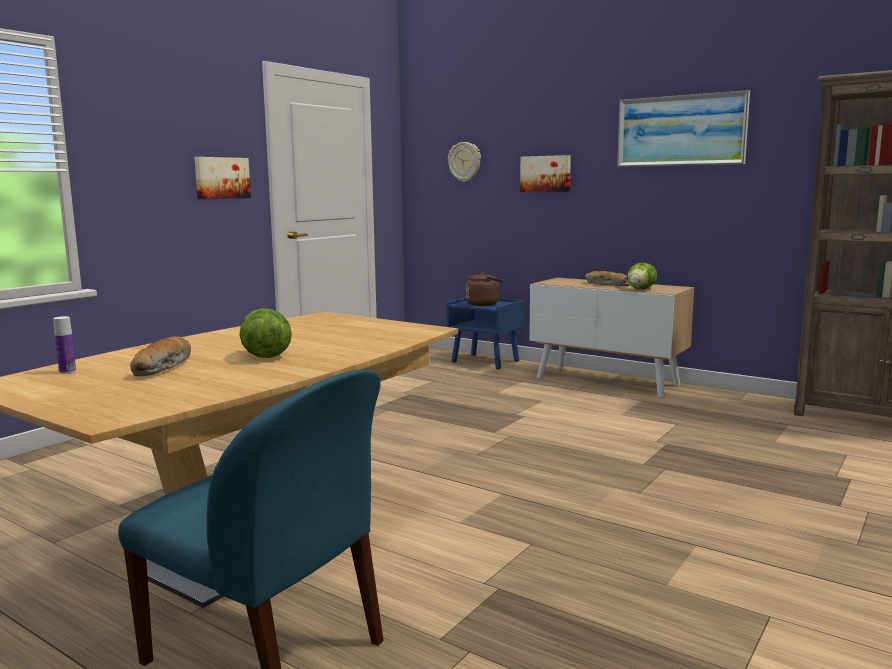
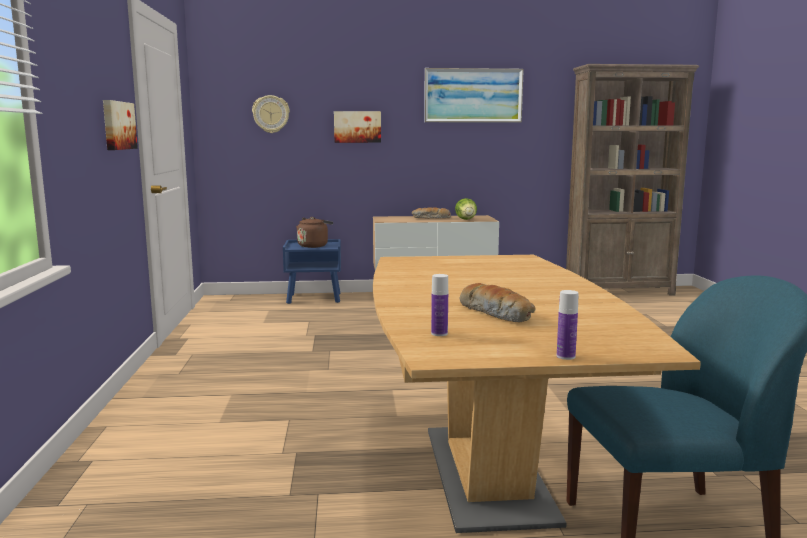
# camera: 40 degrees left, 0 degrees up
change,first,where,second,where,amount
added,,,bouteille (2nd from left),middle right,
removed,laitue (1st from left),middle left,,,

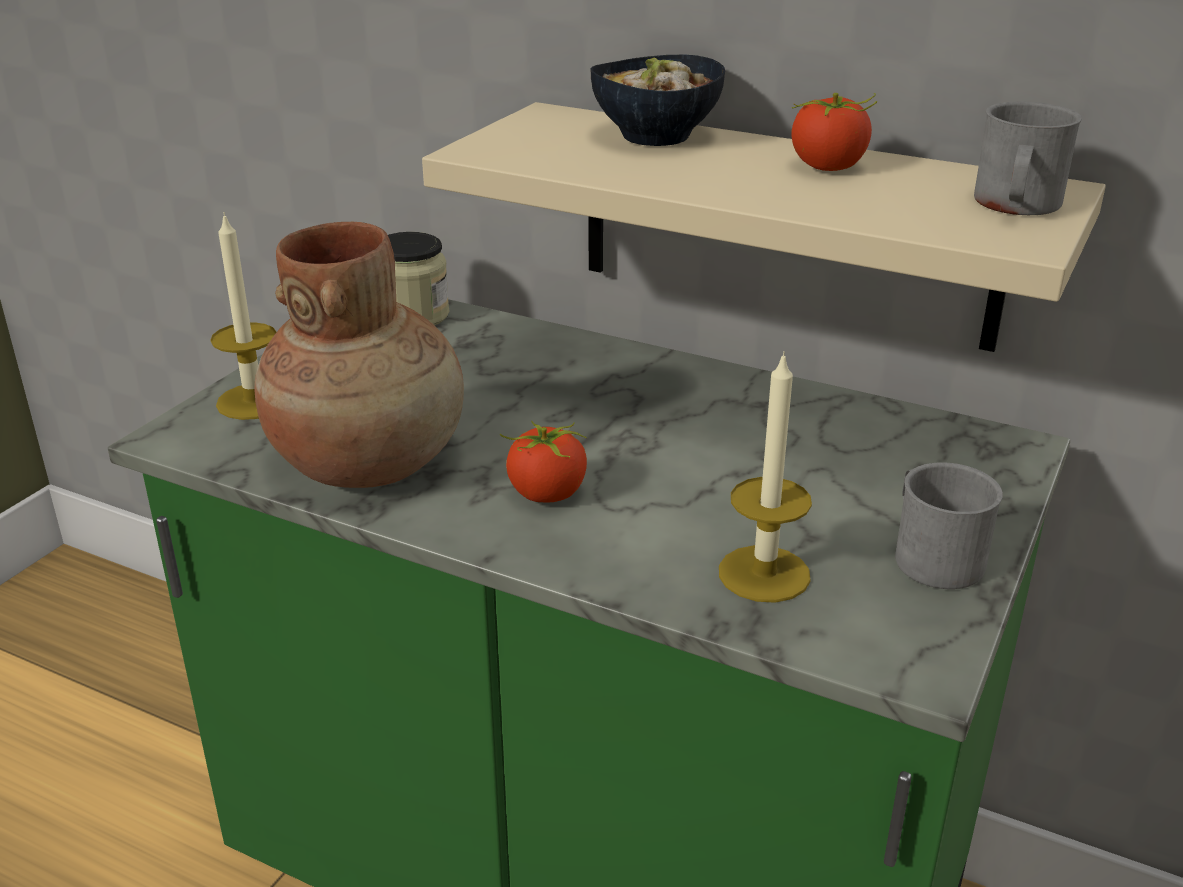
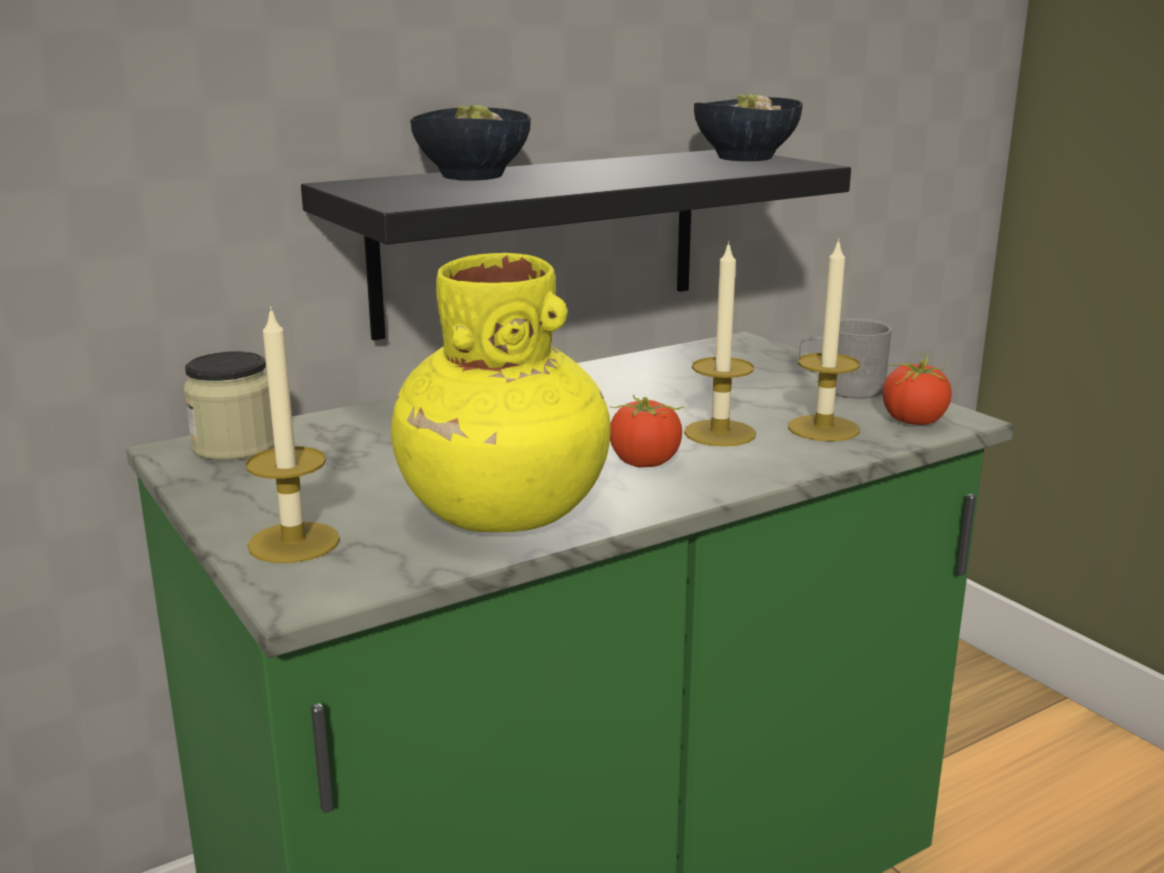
# camera: 60 degrees left, 10 degrees down
change,first,where,second,where,amount
recoloured,étagère/beige,top centre,étagère/noir,top centre,
recoloured,vase/marron,middle left,vase/jaune,centre,
added,,,bougie (2nd from left),centre,
replaced,mug/gris (2nd from left),top right,bol (2nd from left),top centre,
moved,tomate (2nd from left),top right,,middle right,

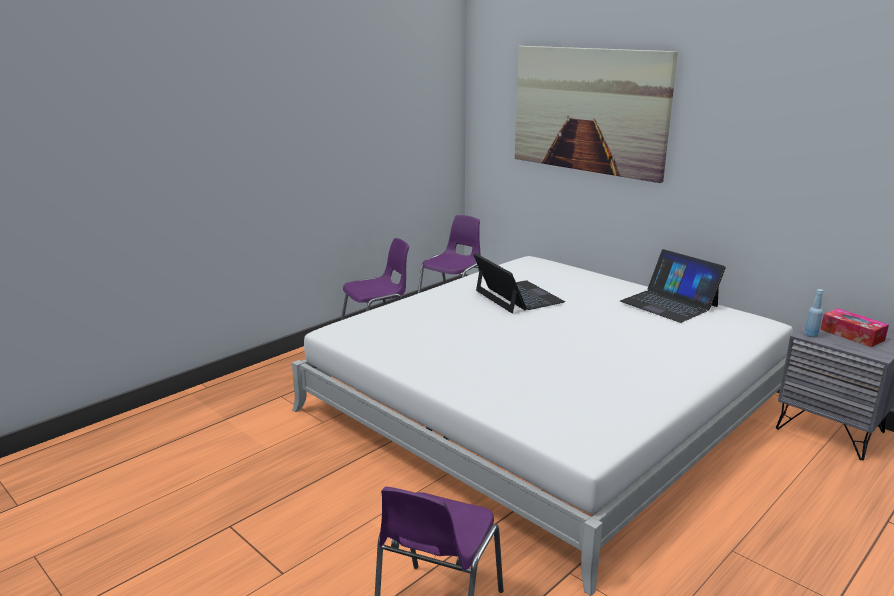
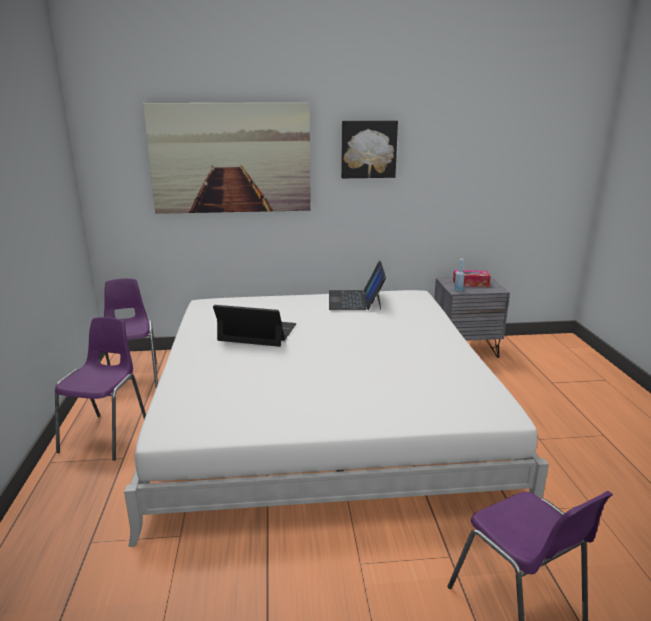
# camera: 50 degrees left, 0 degrees up
change,first,where,second,where,amount
turned,ordinateur portable (2nd from left),middle right,,centre,90 degrees clockwise
added,,,tableau (2nd from left),top centre,

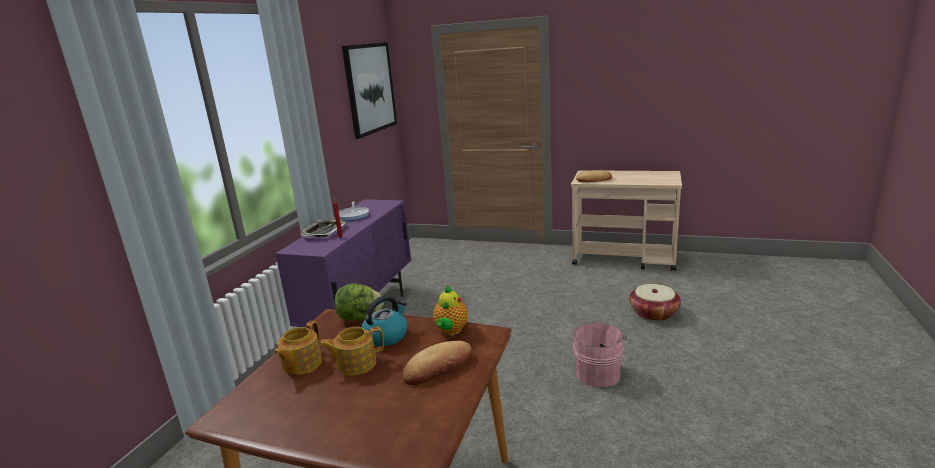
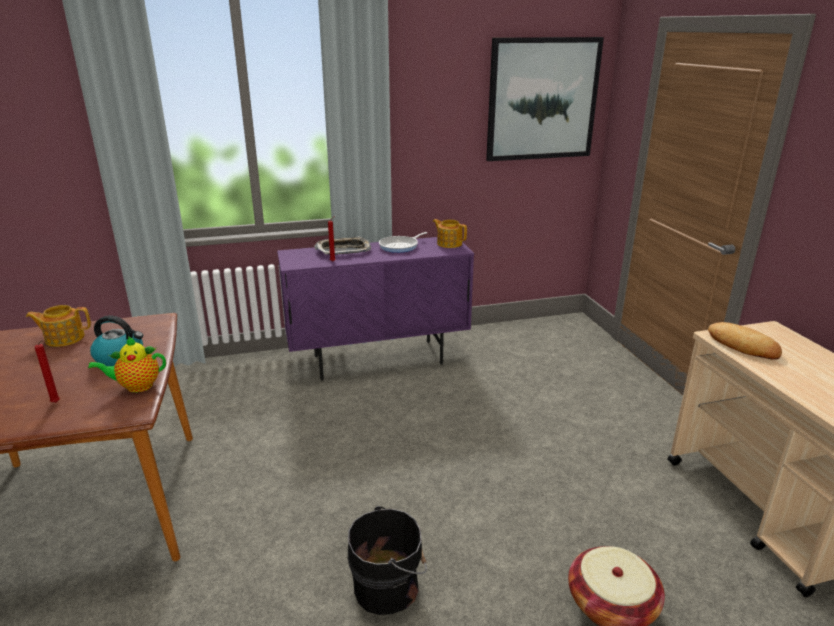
# camera: 55 degrees right, 5 degrees up
change,first,where,second,where,amount
replaced,pain (1st from left),bottom centre,bougie/rouge (1st from left),middle left,
recoloured,seau/rose,bottom centre,seau/noir,bottom centre,
moved,théière (2nd from left in the first image),bottom centre,théière (3rd from left),centre,
removed,laitue,centre,,,

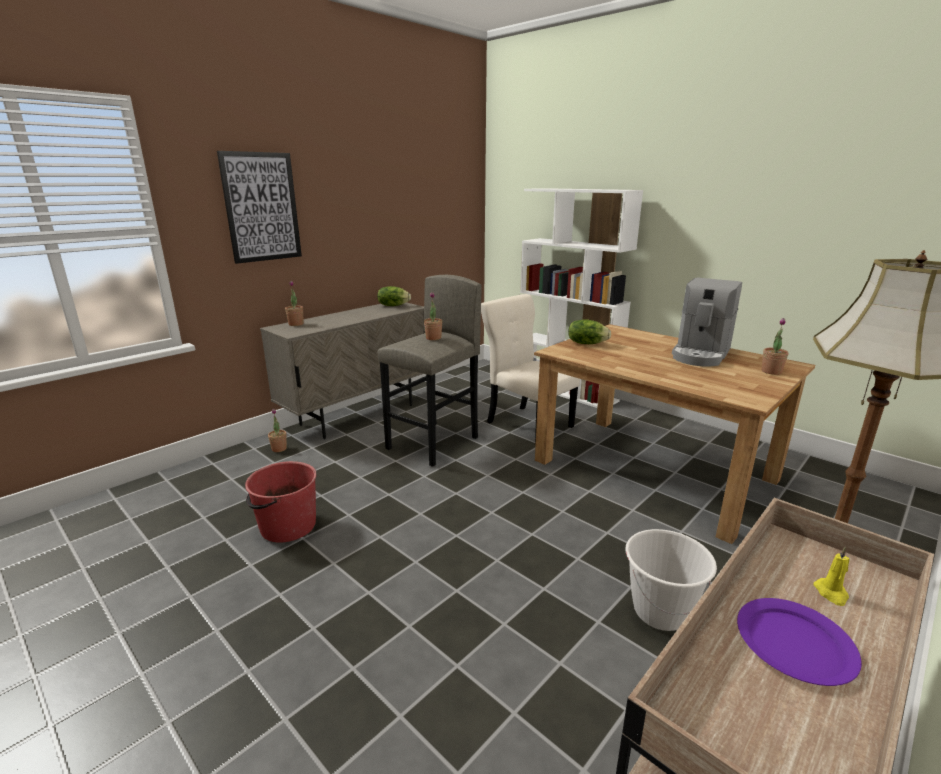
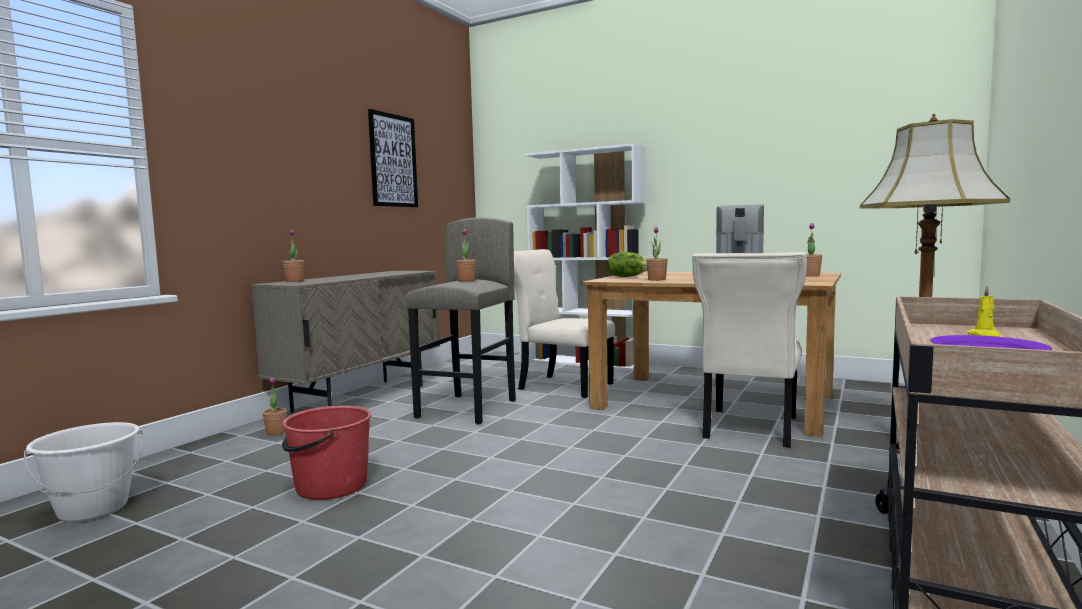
# camera: 15 degrees left, 15 degrees down
change,first,where,second,where,amount
moved,seau/blanc,bottom right,,bottom left,
moved,tableau,top left,,top centre,
added,,,plante en pot (4th from left),centre,
added,,,chaise/beige (2nd from left),middle right,
removed,laitue (1st from left),centre,,,

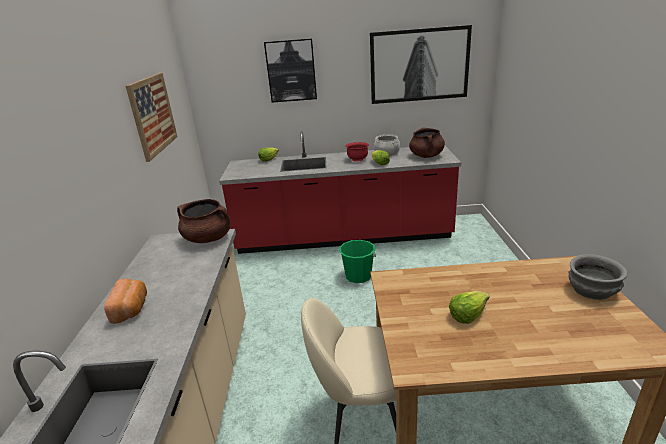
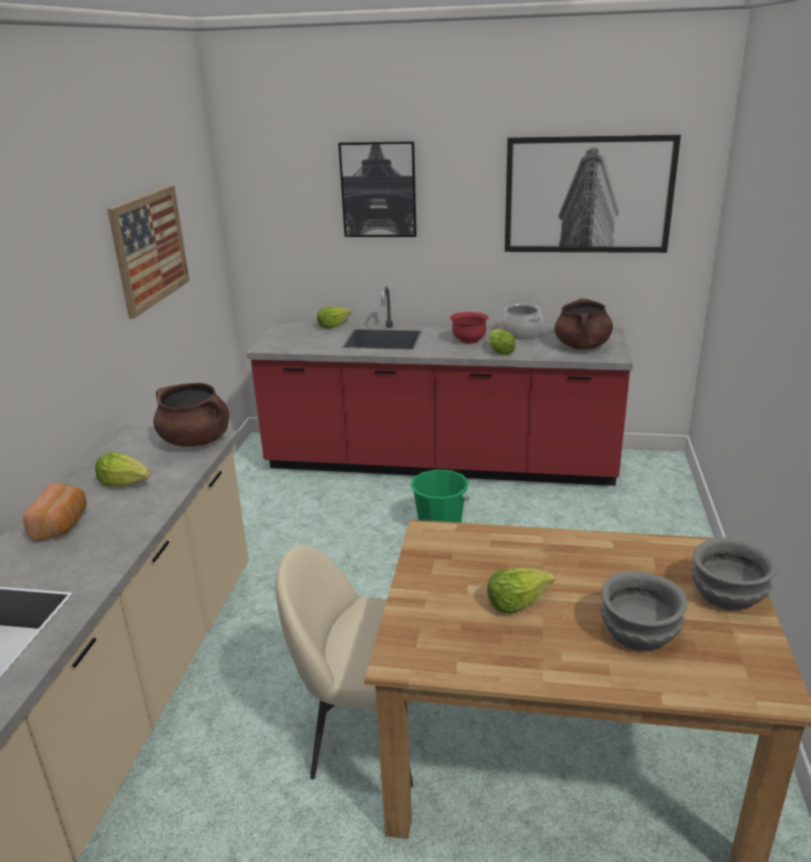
# camera: 10 degrees right, 0 degrees up
change,first,where,second,where,amount
added,,,laitue (1st from left),middle left,
added,,,bol/gris (1st from left),bottom right,

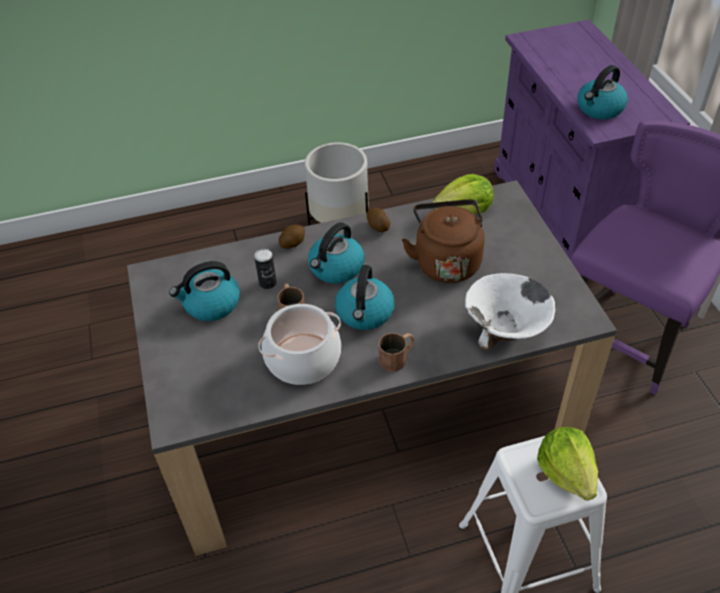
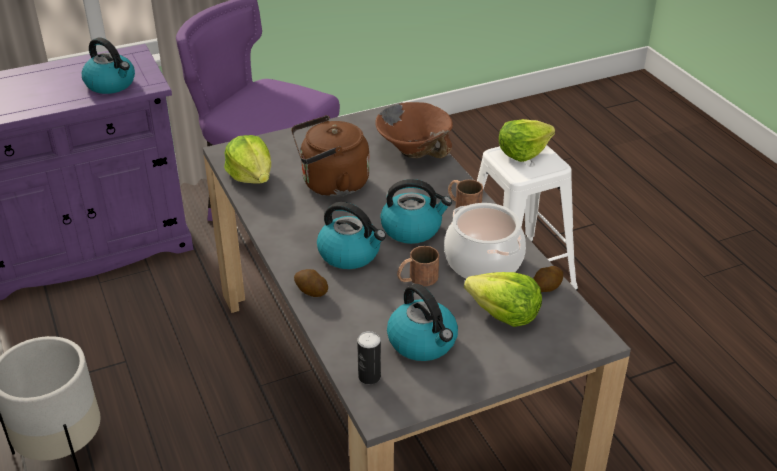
# camera: 100 degrees left, 10 degrees down
change,first,where,second,where,amount
moved,boîte métallique,centre,,bottom centre,
recoloured,bol/blanc,middle right,bol/marron,top centre,
added,,,laitue (2nd from left),centre,
moved,pomme de terre (2nd from left),centre,,middle right,

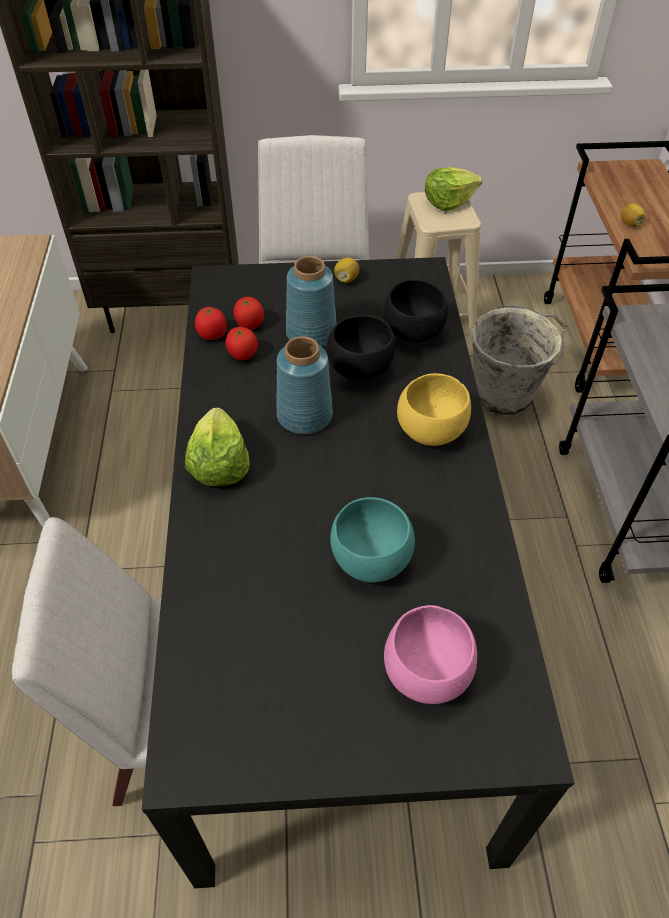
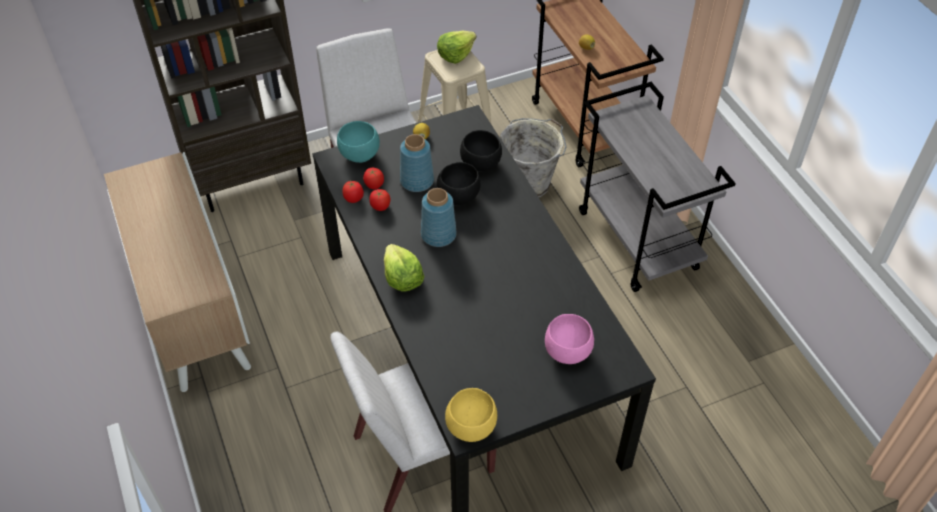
# camera: 20 degrees left, 0 degrees up
change,first,where,second,where,amount
moved,bol/turquoise,centre,,top centre,
moved,bol/jaune,centre,,bottom centre,

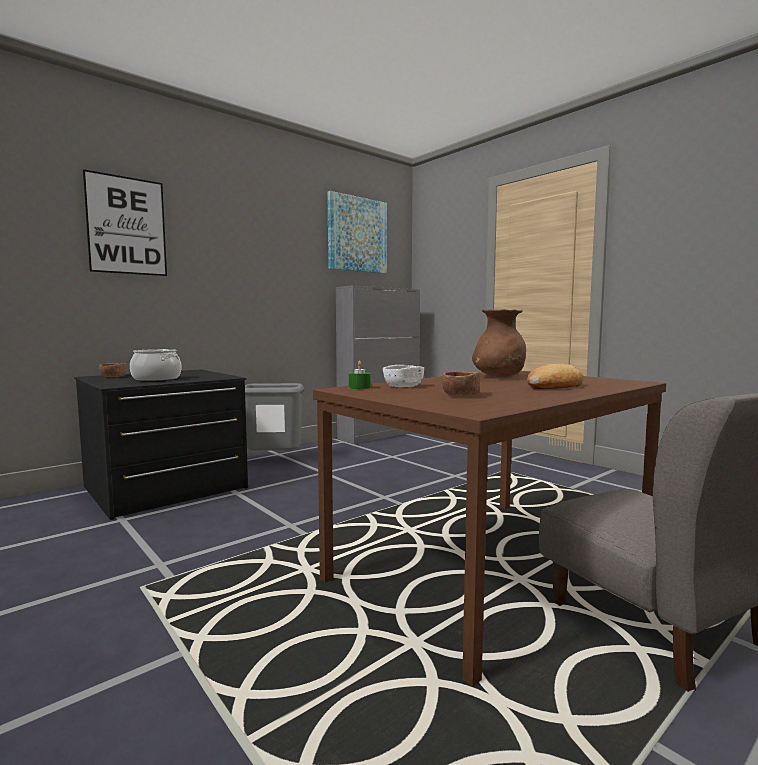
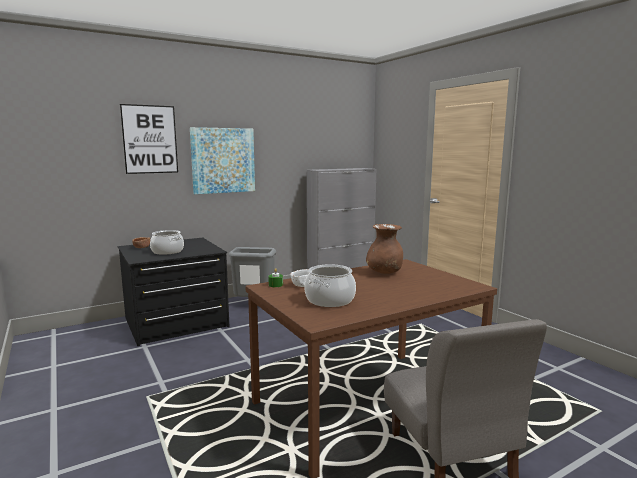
# camera: 10 degrees right, 5 degrees up
change,first,where,second,where,amount
moved,tableau (2nd from left),top centre,,centre,
replaced,bol/marron (2nd from left),centre,marmite (2nd from left),centre,
removed,pain,middle right,,,

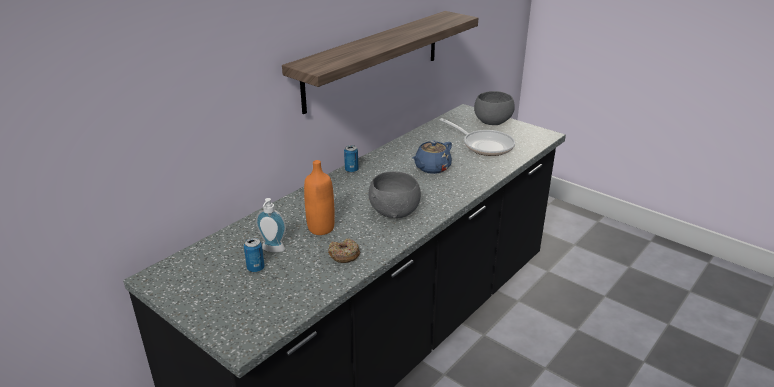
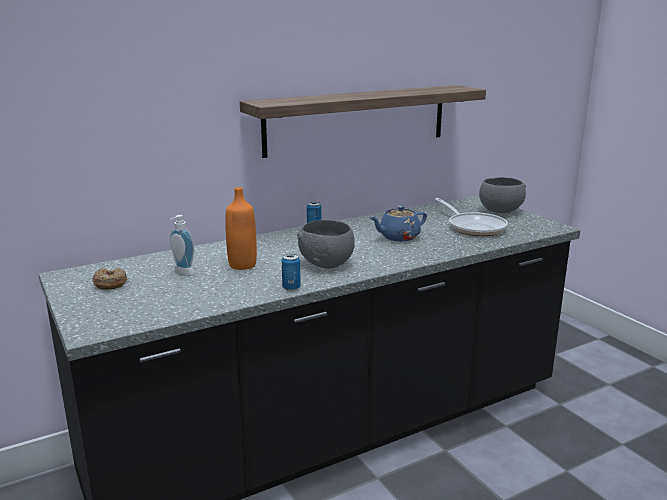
# camera: 20 degrees right, 10 degrees down
change,first,where,second,where,amount
moved,beignet,centre,,middle left,
moved,boîte métallique (1st from left),middle left,,centre,

